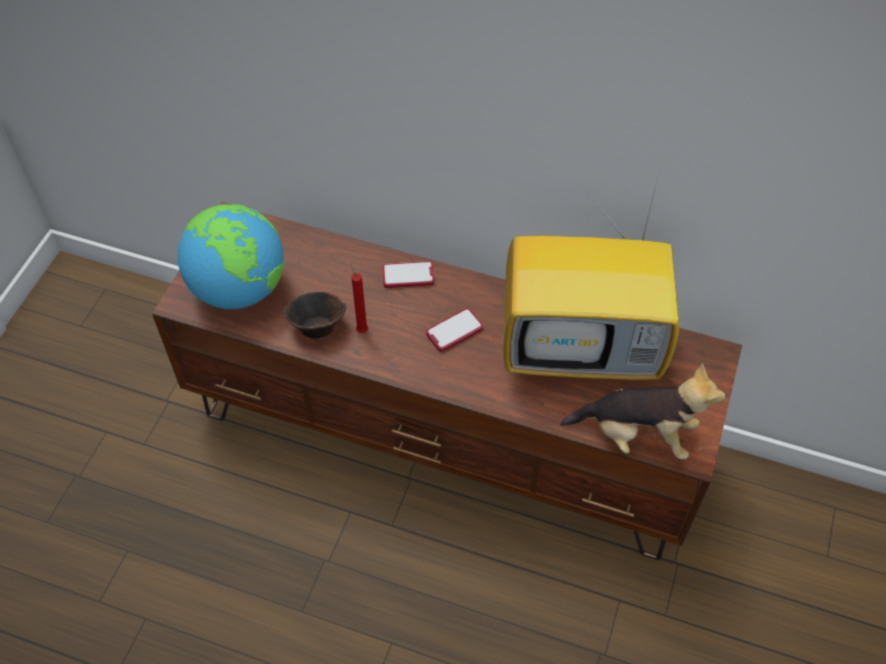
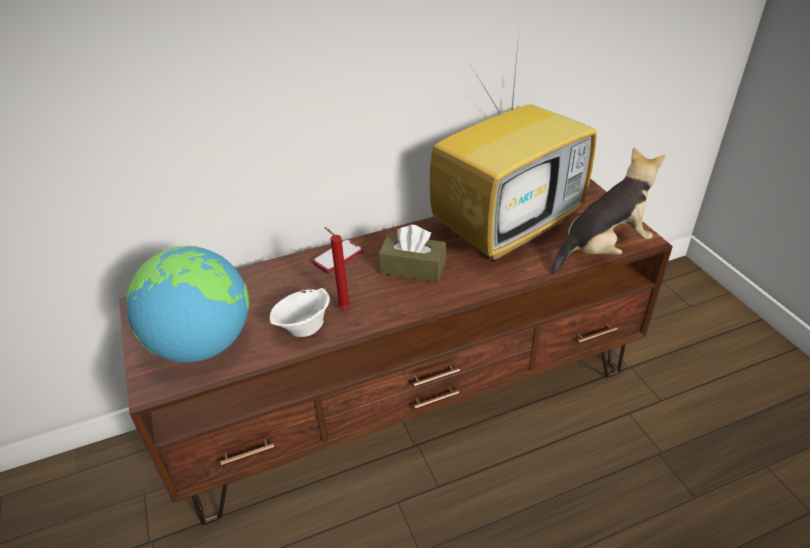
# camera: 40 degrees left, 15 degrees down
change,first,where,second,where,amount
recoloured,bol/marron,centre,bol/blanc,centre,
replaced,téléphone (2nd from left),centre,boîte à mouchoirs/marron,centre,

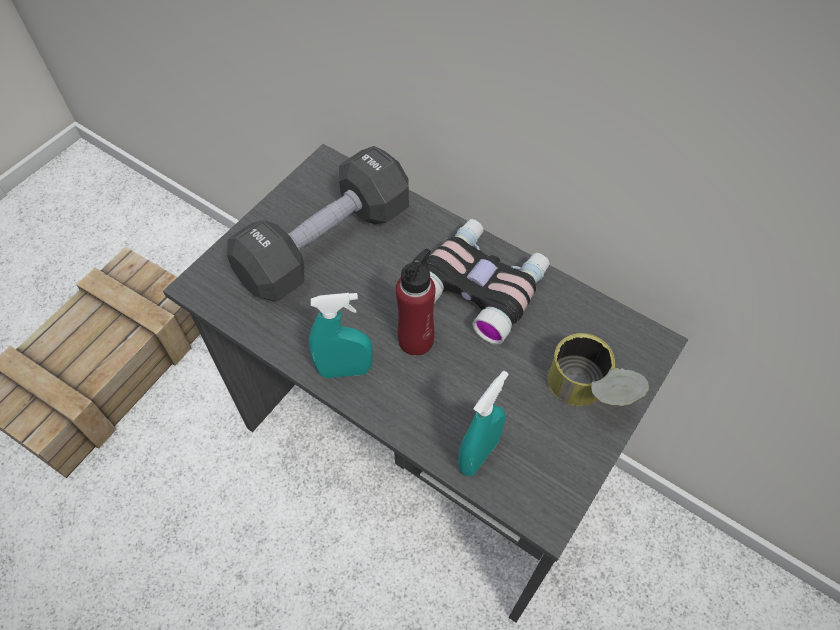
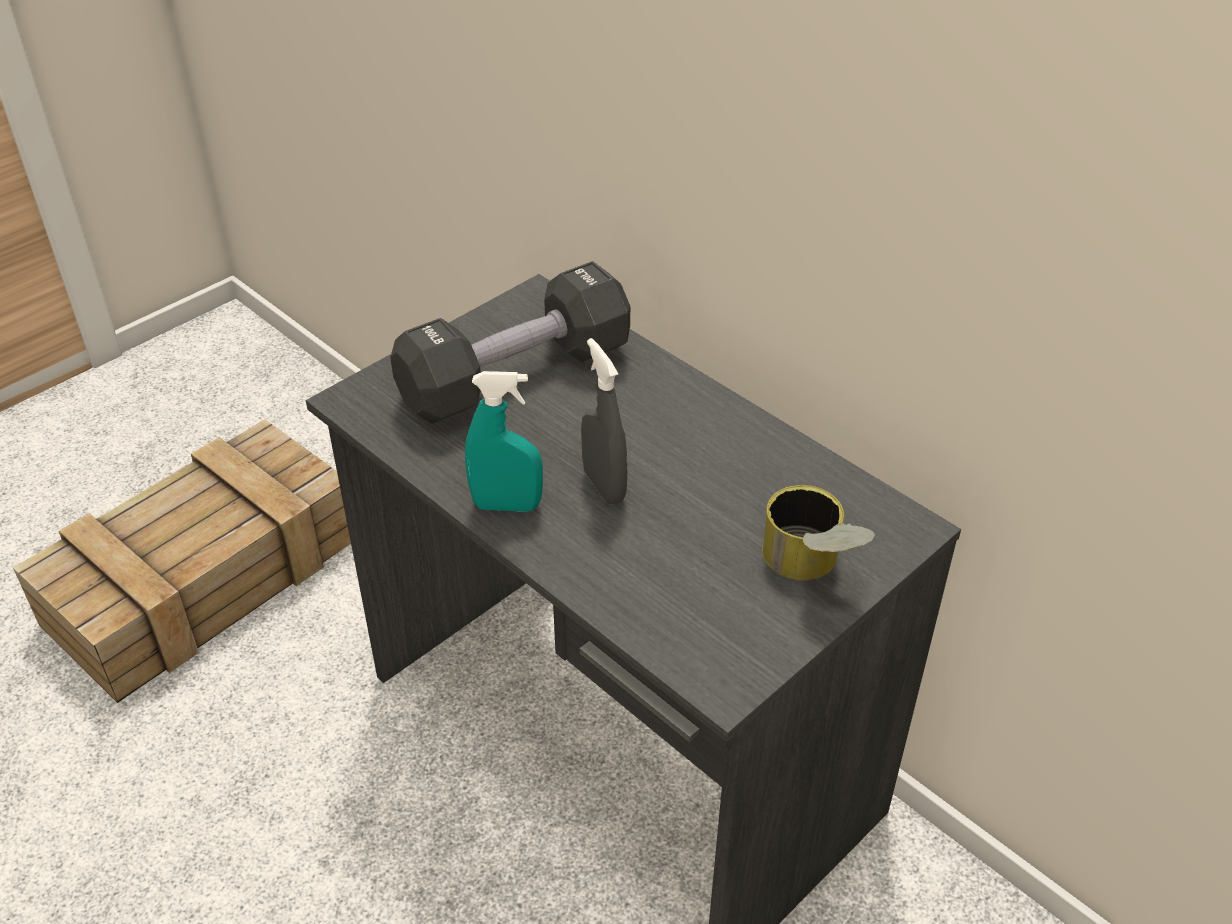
# camera: 10 degrees right, 15 degrees down
change,first,where,second,where,amount
replaced,bouteille/rouge,centre,vaporisateur/gris,centre,
removed,jumelles,centre,,,
removed,vaporisateur/turquoise (2nd from left),bottom centre,,,

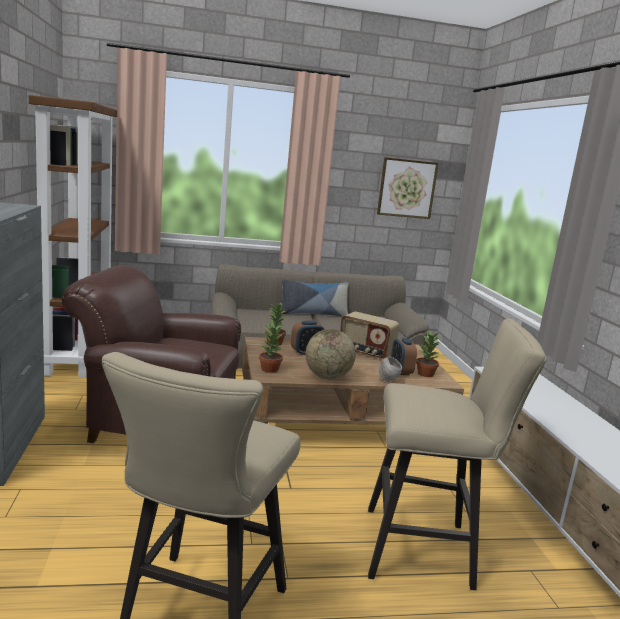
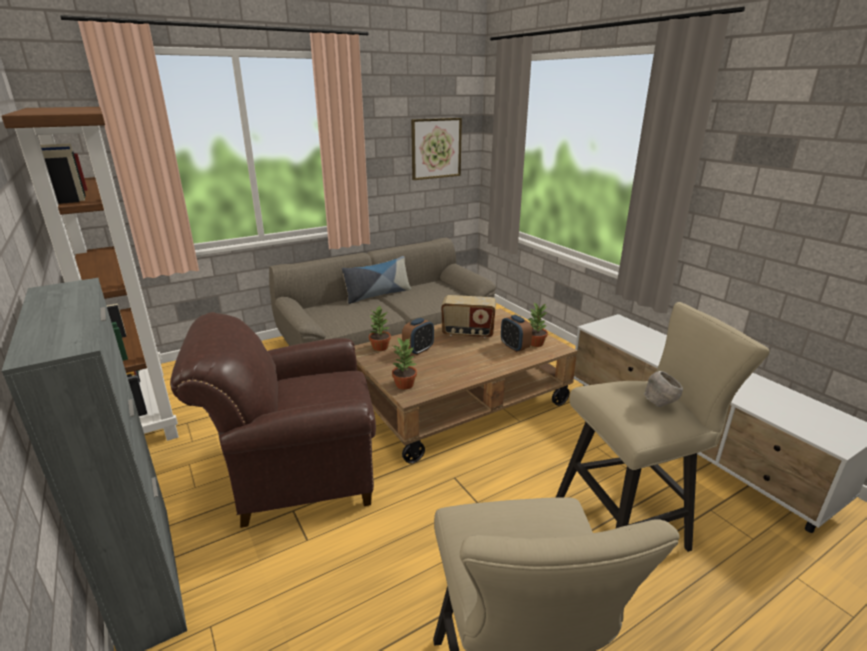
# camera: 20 degrees left, 10 degrees up
change,first,where,second,where,amount
moved,bol/gris,centre,,middle right,
removed,globe,centre,,,

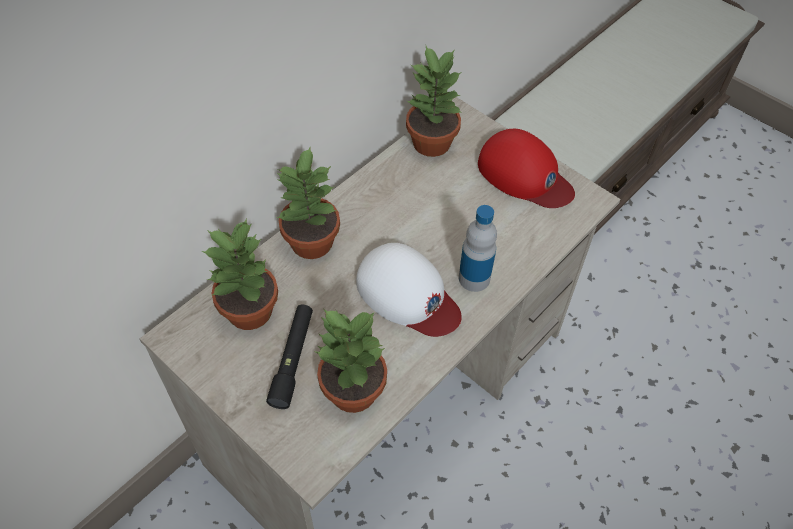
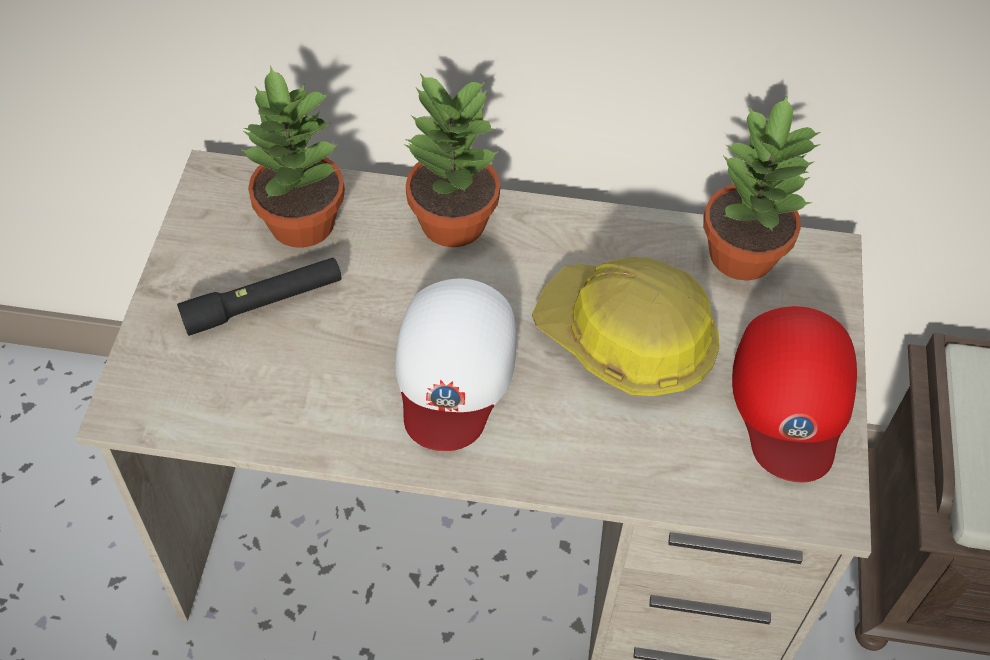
# camera: 55 degrees right, 0 degrees up
change,first,where,second,where,amount
added,,,casque de chantier,centre,
removed,plante en pot (3rd from left),bottom centre,,,
removed,bouteille,centre,,,

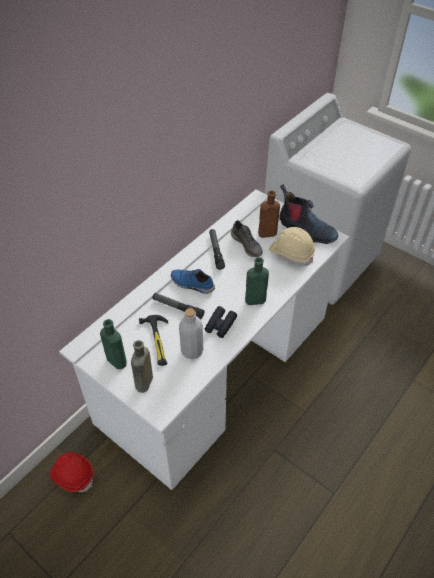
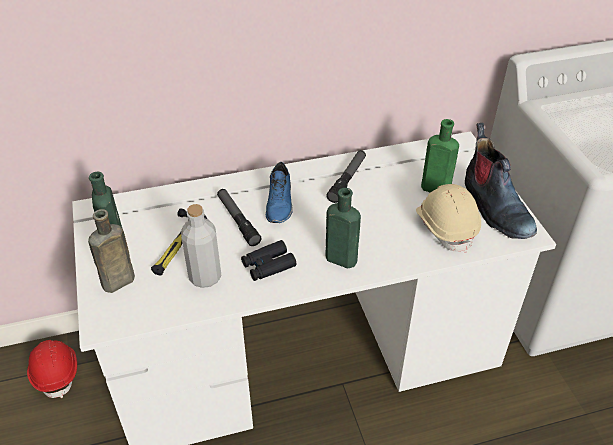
# camera: 35 degrees right, 5 degrees down
change,first,where,second,where,amount
turned,chaussure/bleu,centre,,centre,150 degrees counterclockwise
recoloured,bouteille/marron (2nd from left),centre,bouteille/vert (3rd from left),middle right,
removed,chaussure/gris,centre,,,

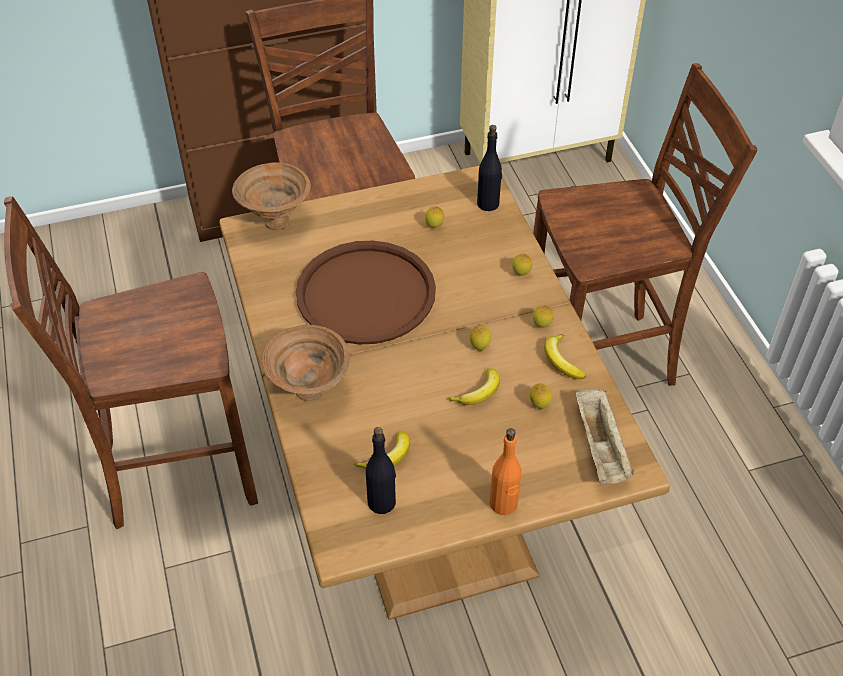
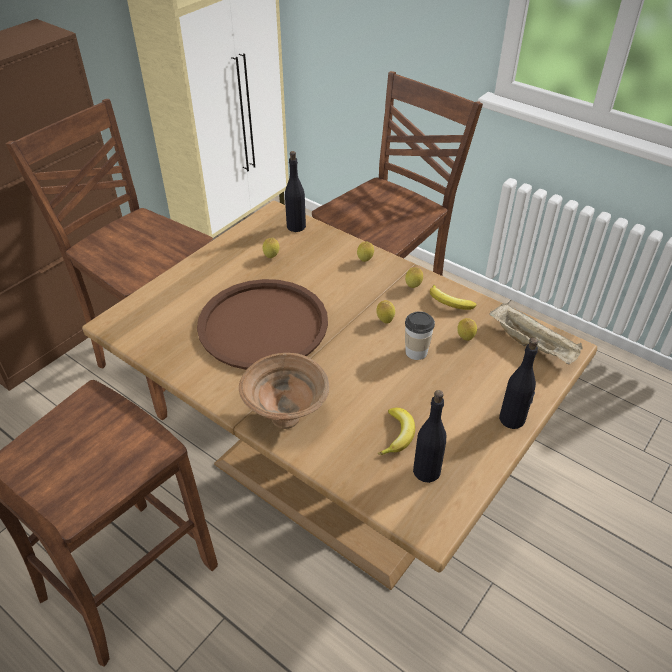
# camera: 35 degrees left, 5 degrees down
change,first,where,second,where,amount
replaced,banane (2nd from left),centre,tasse,centre,
recoloured,bouteille/orange,bottom centre,bouteille/noir (3rd from left),middle right,
removed,bol/marron (1st from left),top left,,,

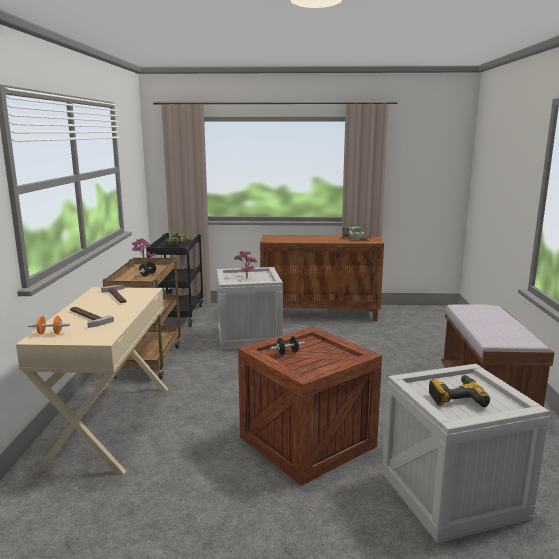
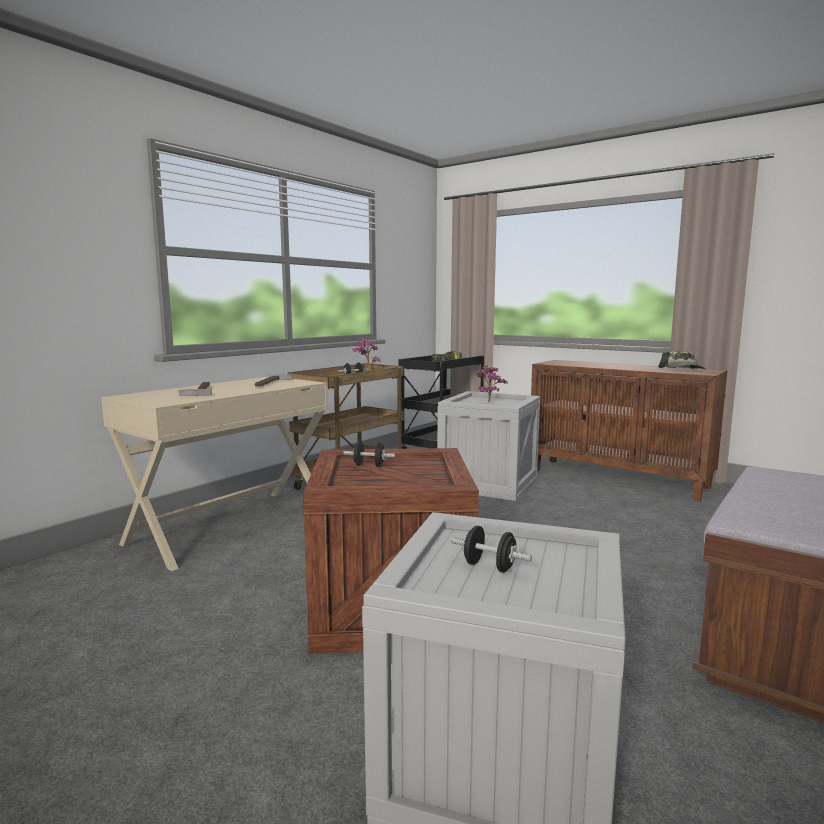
# camera: 35 degrees right, 5 degrees down
change,first,where,second,where,amount
replaced,perceuse (2nd from left),bottom right,haltère/noir (3rd from left),centre,
removed,haltère/orange,middle left,,,

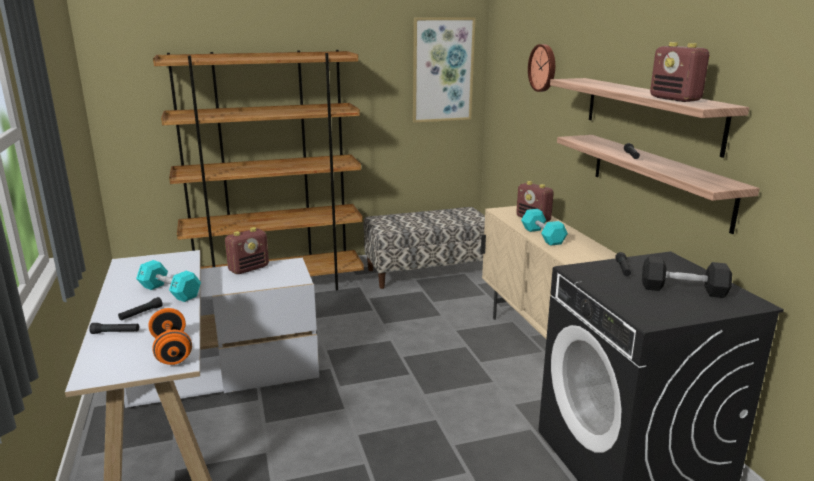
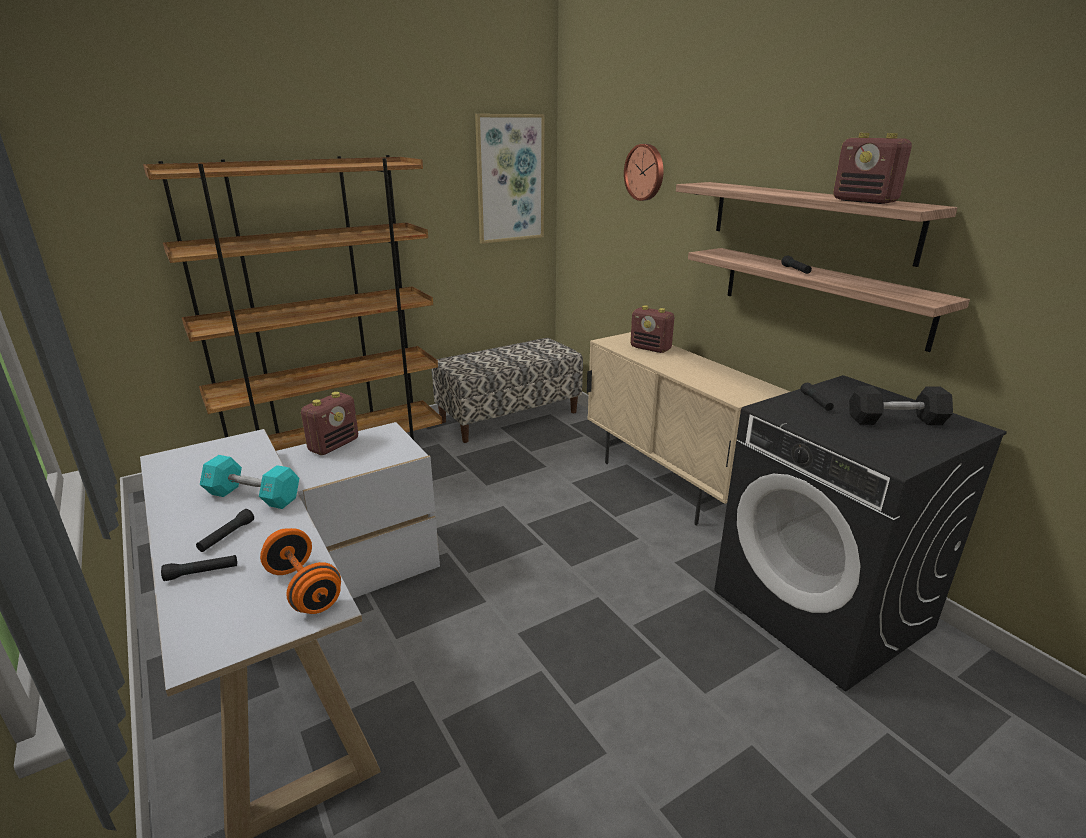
# camera: 15 degrees left, 5 degrees up
change,first,where,second,where,amount
removed,haltère/turquoise (2nd from left),middle right,,,

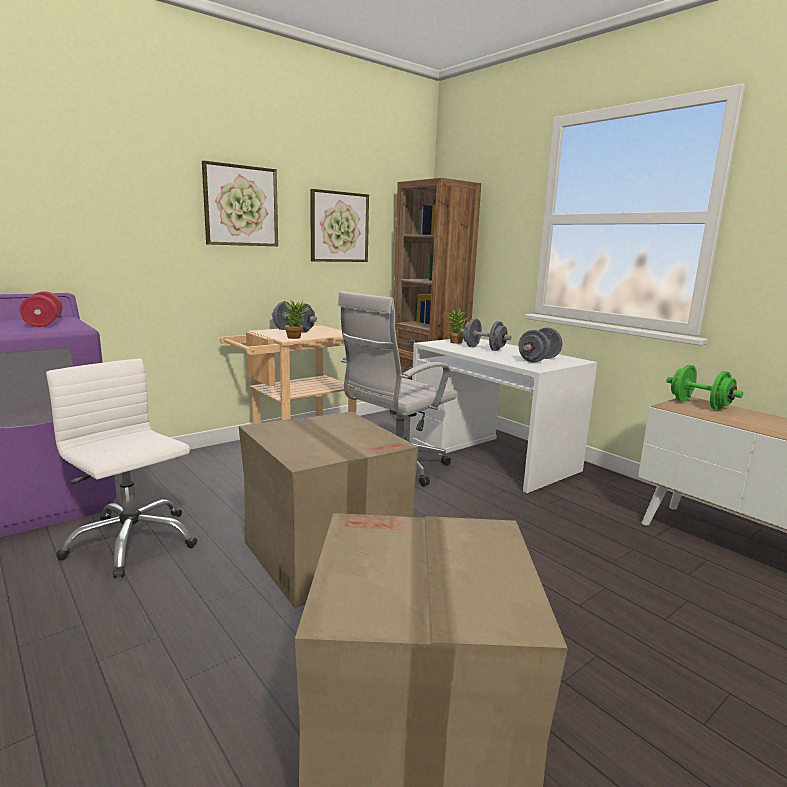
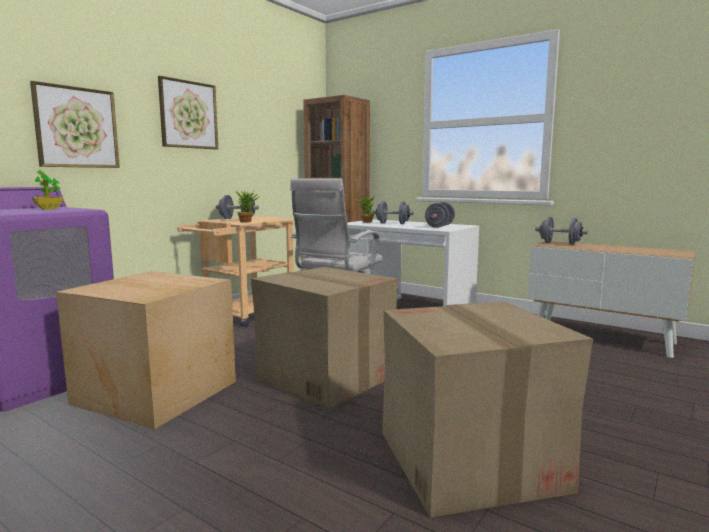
# camera: 15 degrees left, 5 degrees down
change,first,where,second,where,amount
moved,tableau (2nd from left in the first image),top centre,tableau (1st from left),top left,
replaced,haltère/rouge,middle left,plante en pot (1st from left),middle left,
replaced,chaise de bureau/blanc (1st from left),middle left,carton (1st from left),middle left,
recoloured,haltère/vert,middle right,haltère/gris (4th from left),middle right,

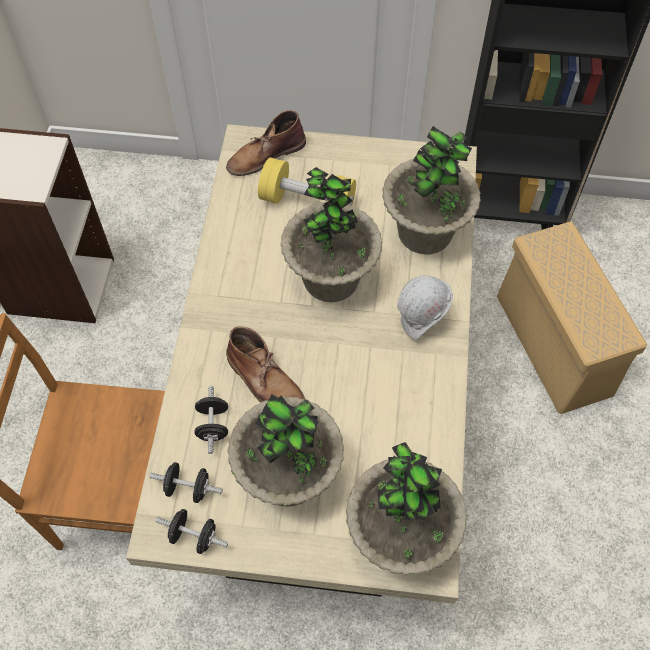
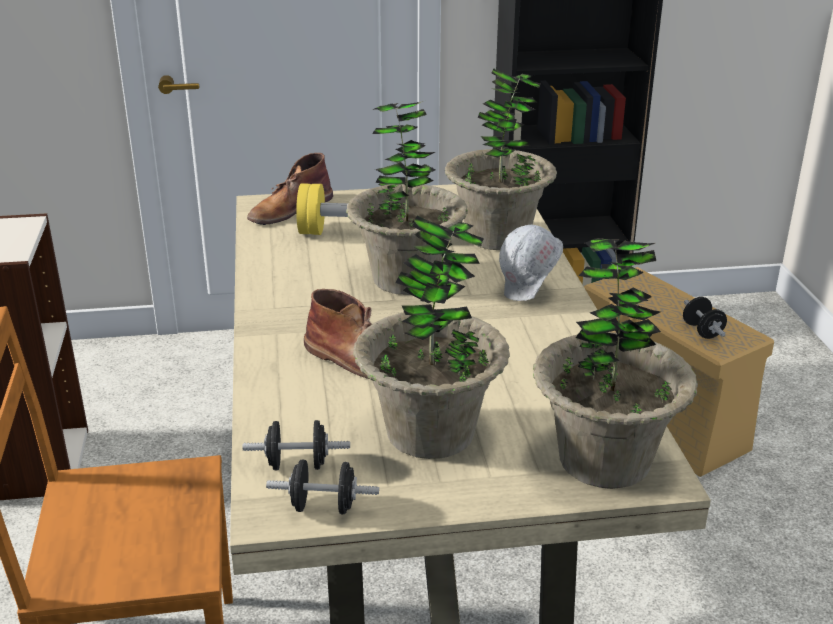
# camera: 15 degrees left, 30 degrees down
change,first,where,second,where,amount
moved,haltère/noir (3rd from left),middle left,,middle right,

